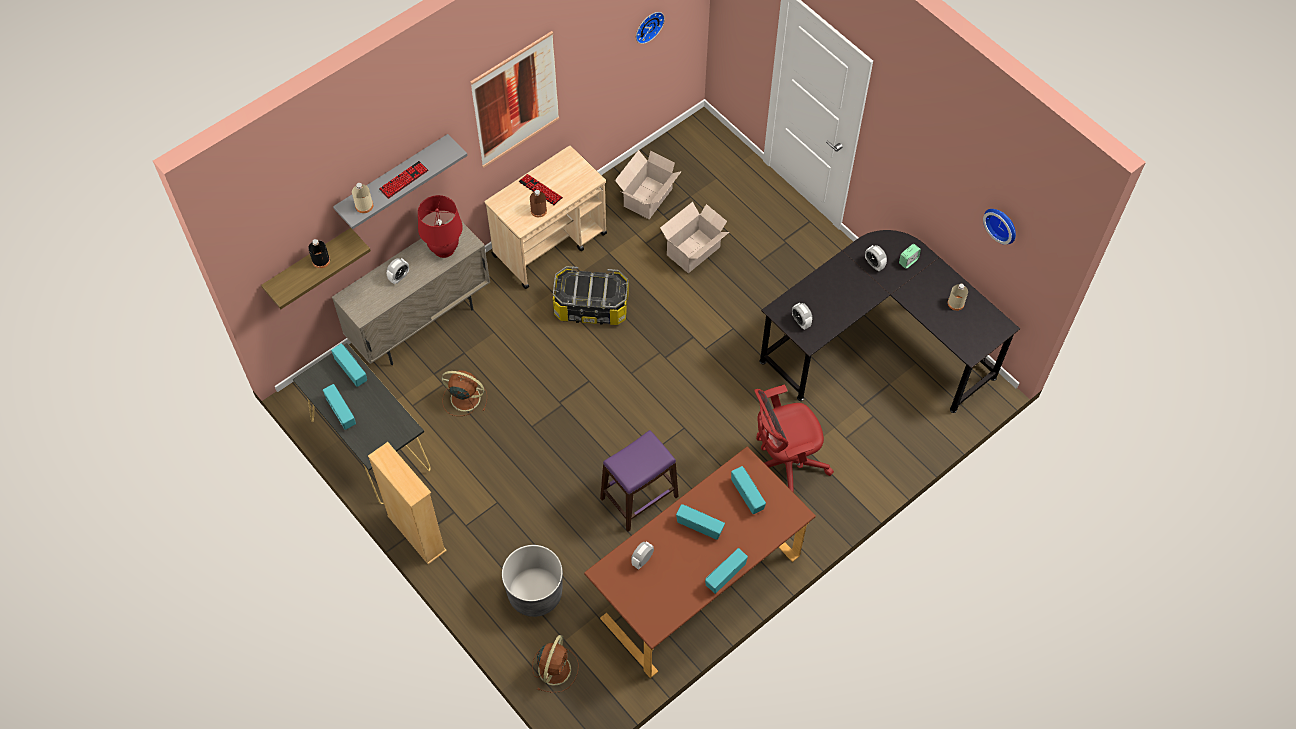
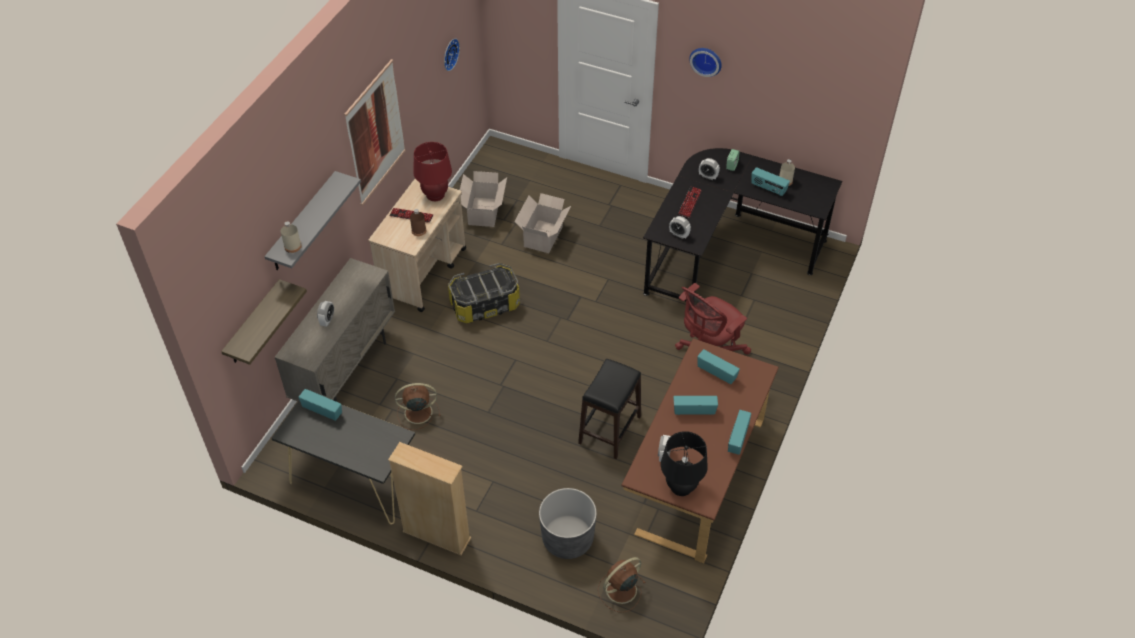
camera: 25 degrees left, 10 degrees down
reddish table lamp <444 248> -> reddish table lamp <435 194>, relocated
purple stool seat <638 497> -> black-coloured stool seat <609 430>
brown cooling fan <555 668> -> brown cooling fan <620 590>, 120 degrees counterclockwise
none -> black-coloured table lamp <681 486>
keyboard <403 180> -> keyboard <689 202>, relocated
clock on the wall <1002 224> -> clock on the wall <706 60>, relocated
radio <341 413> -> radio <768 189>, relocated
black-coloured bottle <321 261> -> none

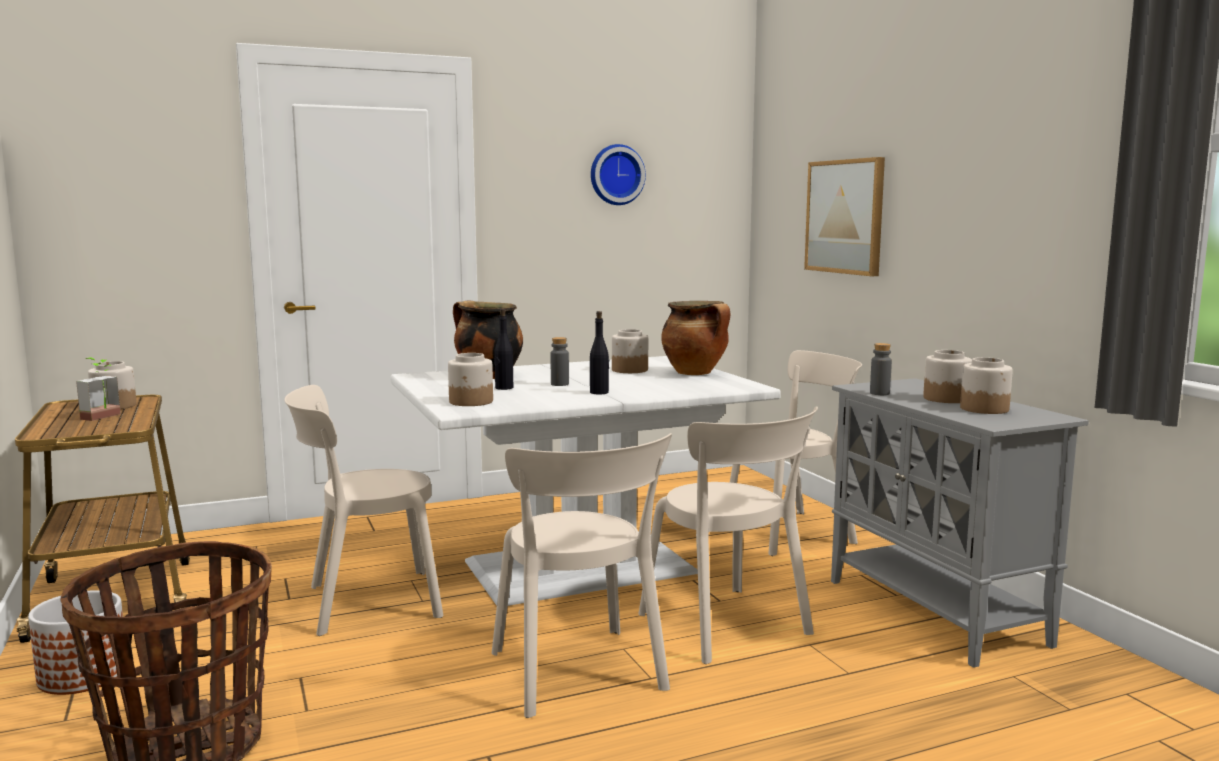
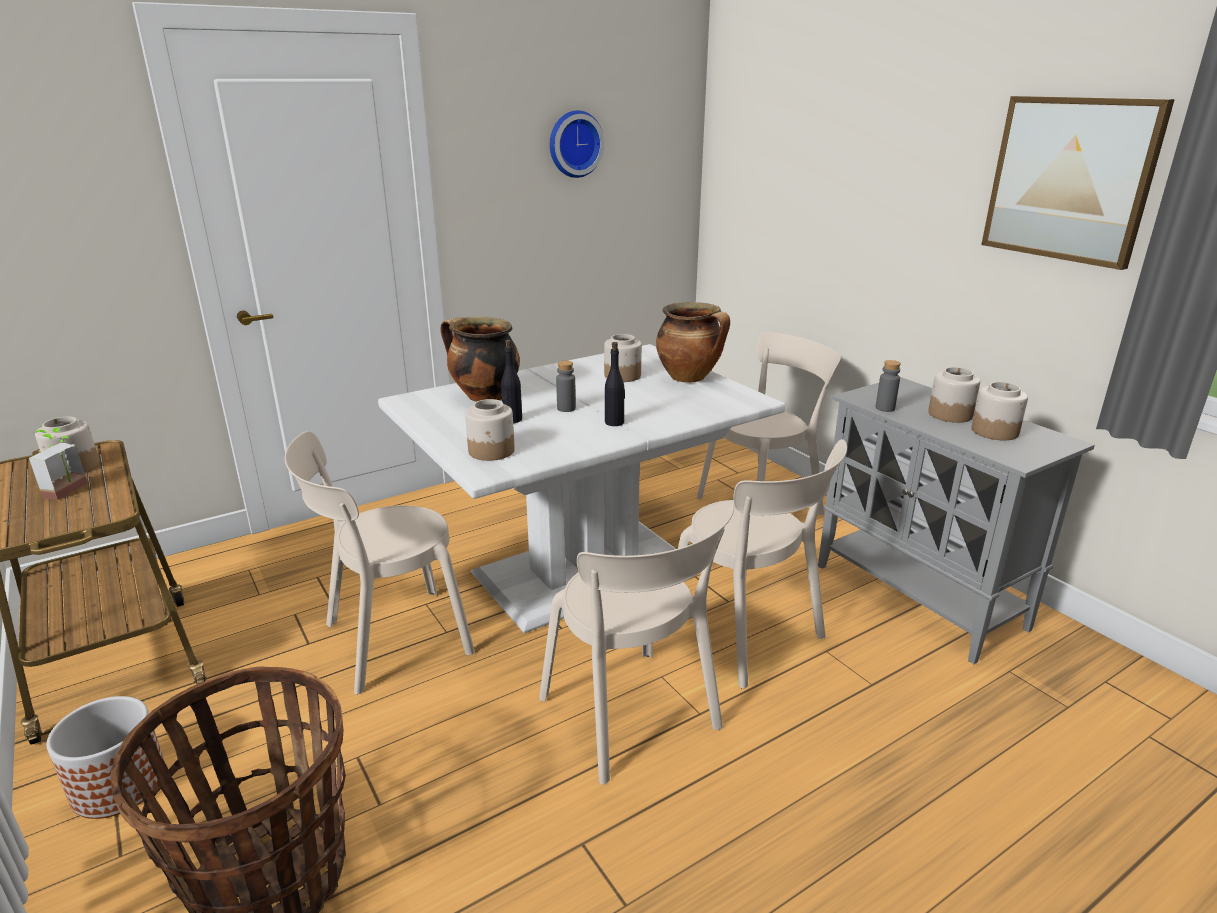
camera: 10 degrees left, 15 degrees up
picture <845 216> -> picture <1070 179>, relocated

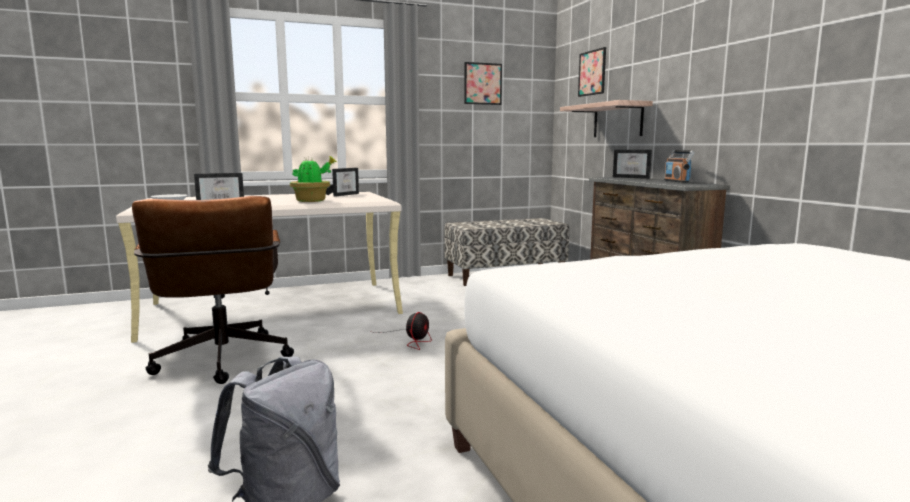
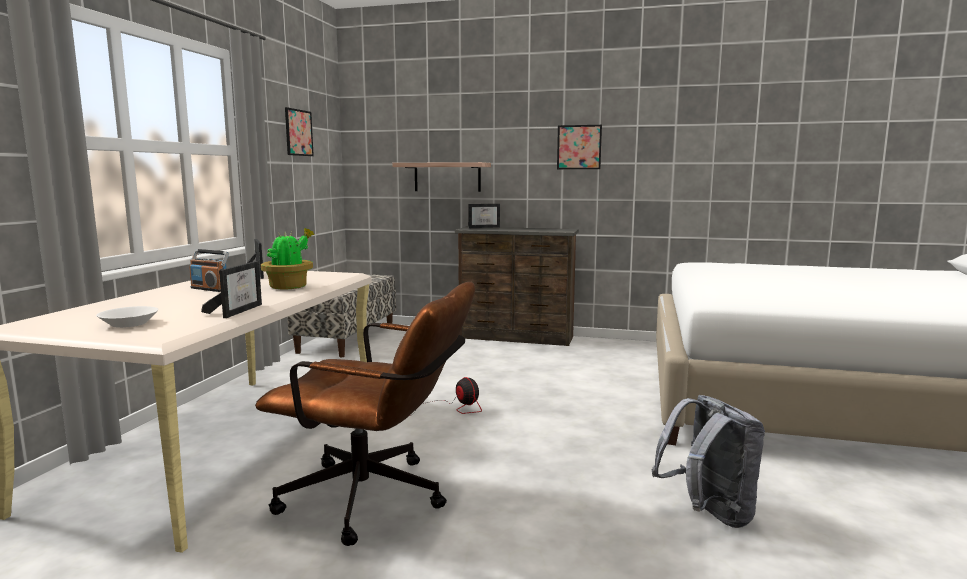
camera: 55 degrees left, 0 degrees up
radio <676 181> -> radio <210 289>, relocated
picture <592 73> -> picture <579 147>, relocated

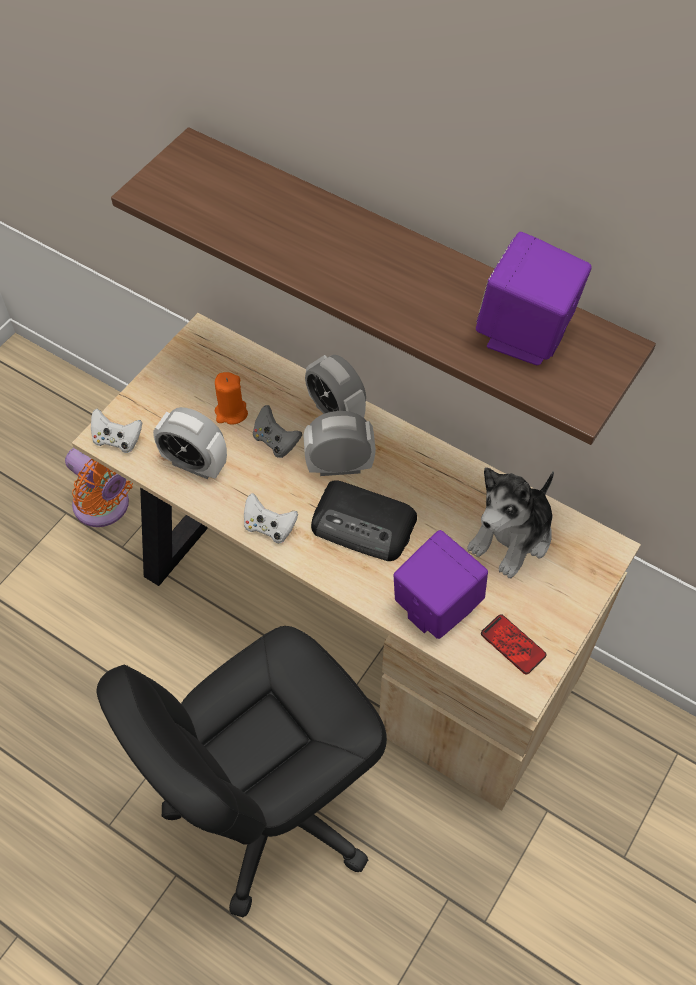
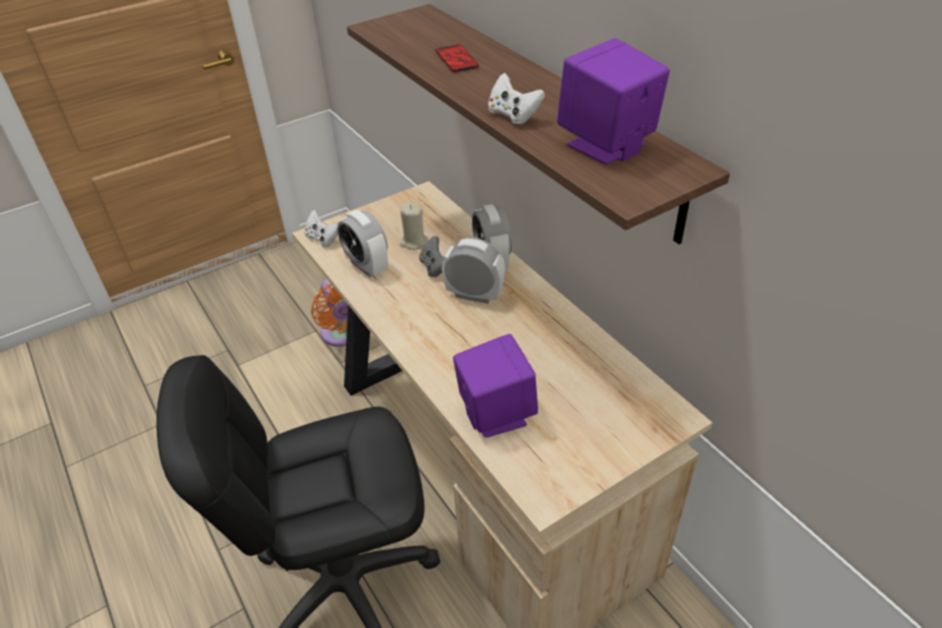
camera: 25 degrees right, 15 degrees down
orangey wax light <231 412> -> beige-coloured wax light <413 242>
phone <513 644> -> phone <456 59>, relocated
whitish joypad <269 527> -> whitish joypad <513 115>, relocated
radio <364 525> -> none
plush toy <512 537> -> none

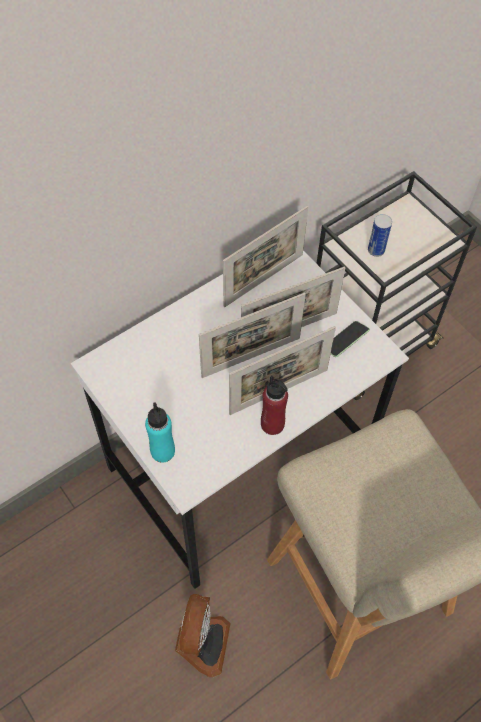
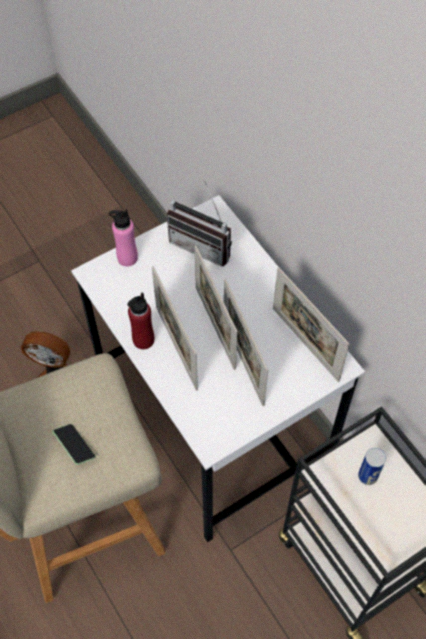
camera: 95 degrees right, 0 degrees up
phone <345 342> -> phone <75 446>, relocated
turquoise bottle <162 451> -> pinkish bottle <127 258>
none -> radio <204 245>

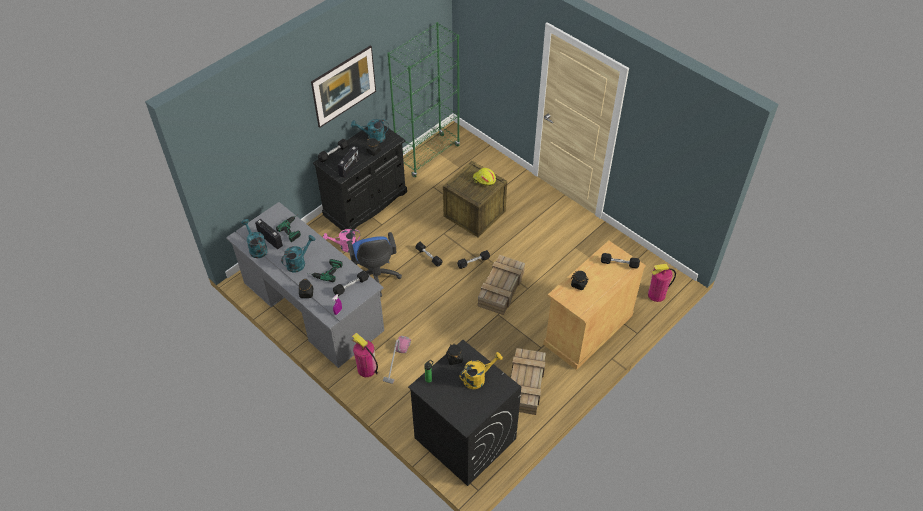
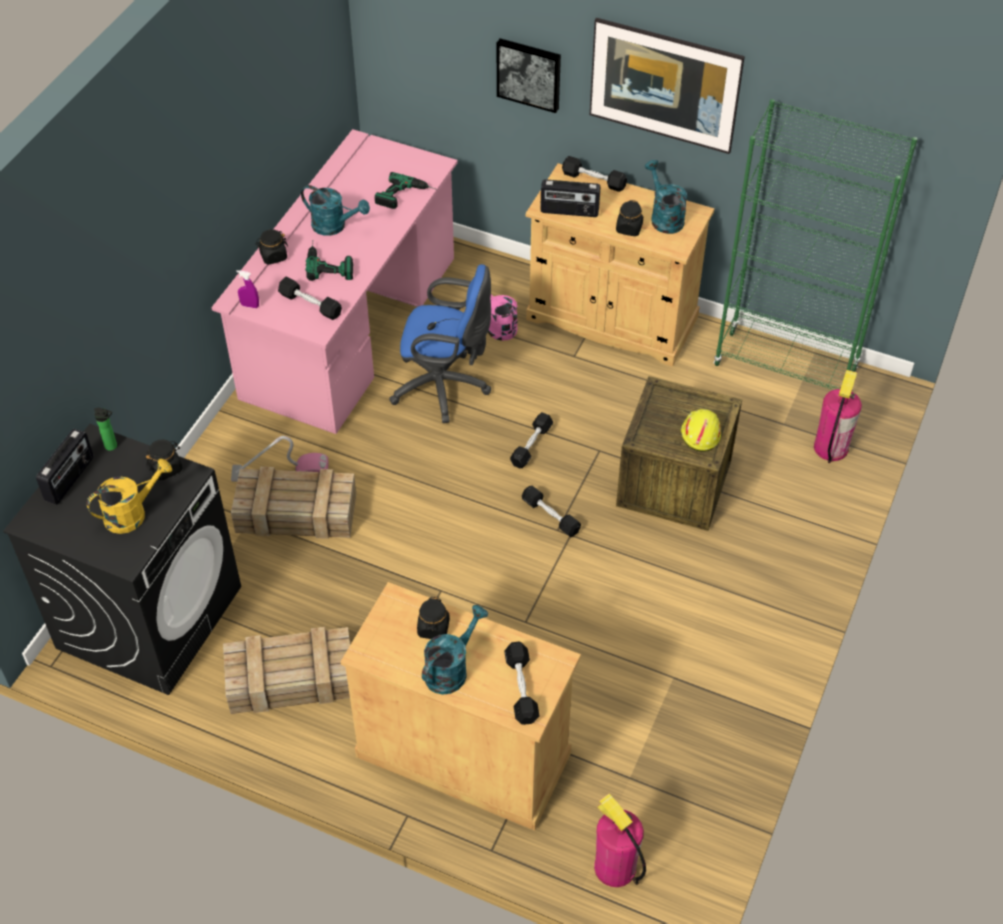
camera: 70 degrees right, 0 degrees up
radio <270 239> -> radio <70 479>, relocated
yellow watering pot <478 378> -> yellow watering pot <132 513>, 75 degrees counterclockwise
grey desk unit <312 307> -> pinkish desk unit <349 327>
packing crate <501 290> -> packing crate <294 513>, relocated
blue-coloured desk chair <375 279> -> blue-coloured desk chair <445 387>, 135 degrees counterclockwise
turquoise watering pot <256 248> -> turquoise watering pot <451 669>, relocated
none -> picture <529 73>
black-coloured cupboard <365 203> -> beige-coloured cupboard <611 319>
fire extinguisher <366 369> -> fire extinguisher <830 447>, relocated

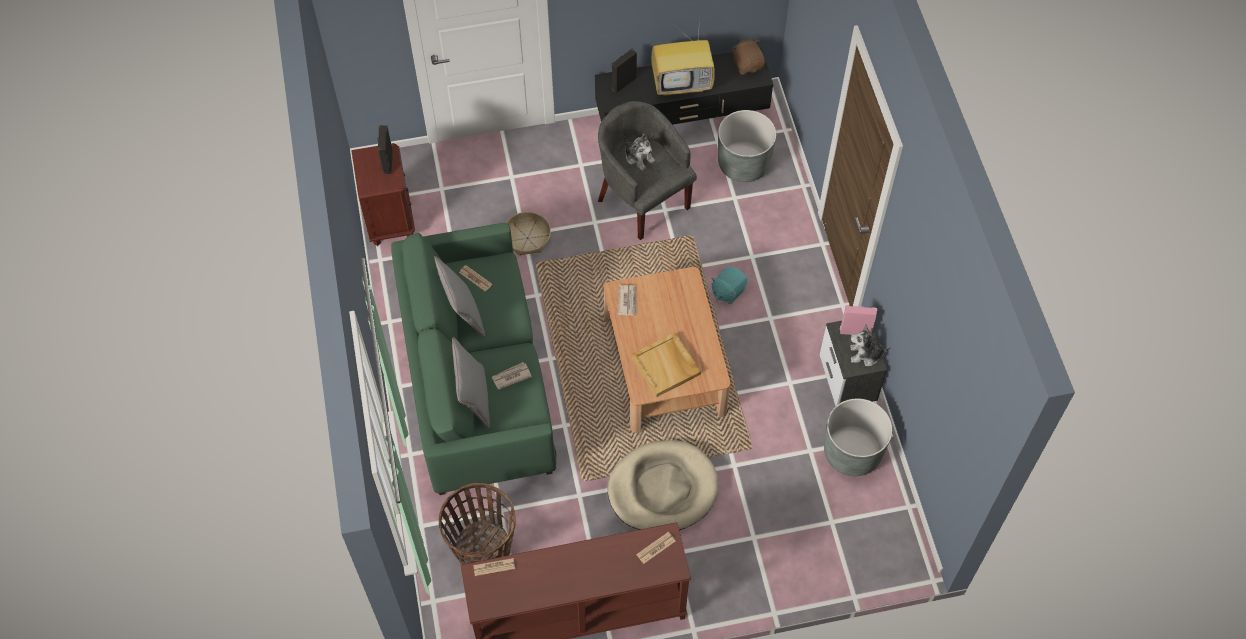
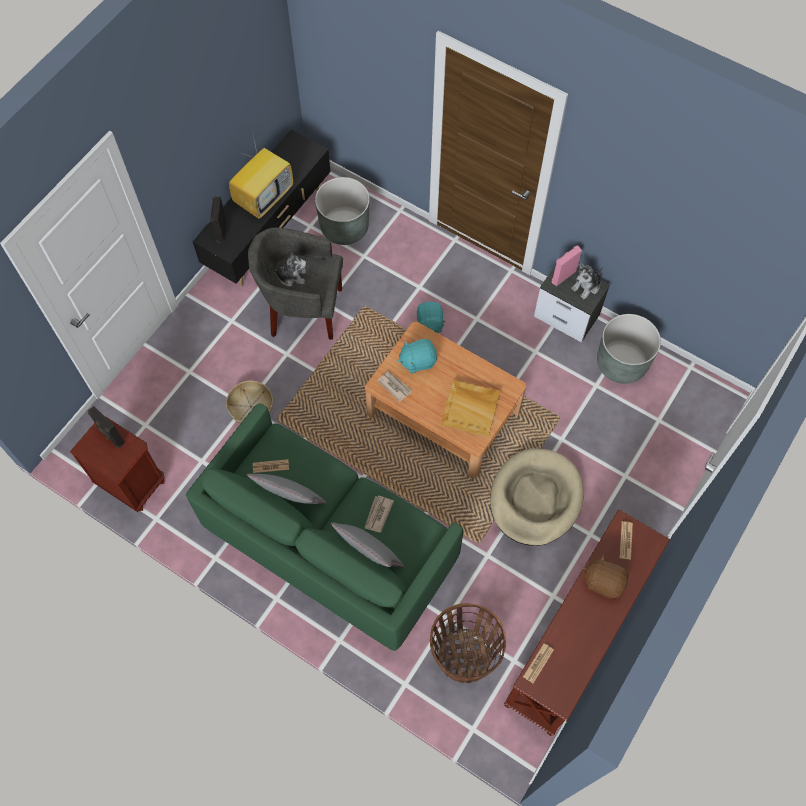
camera: 45 degrees left, 5 degrees up
none -> turquoise plush toy <417 361>
brown plush toy <748 65> -> brown plush toy <603 581>, relocated

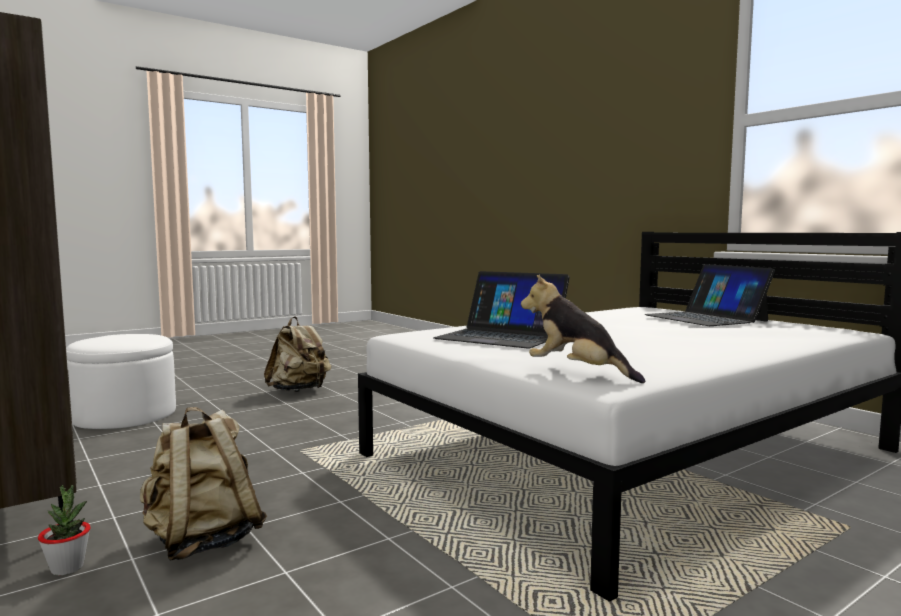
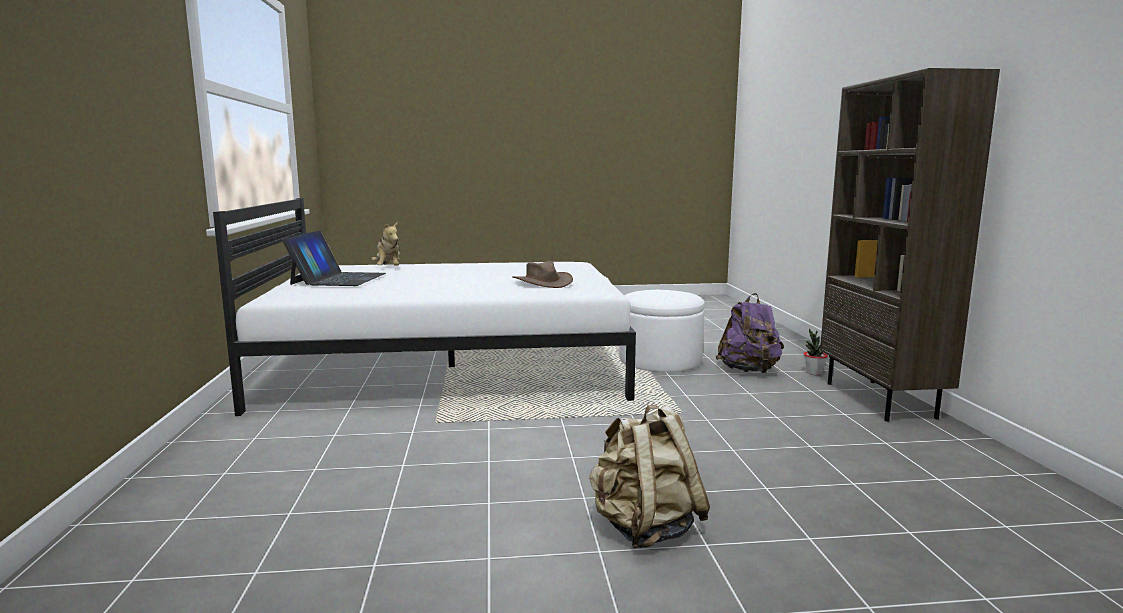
camera: 150 degrees left, 5 degrees up
plush toy <577 373> -> plush toy <388 269>, relocated
notebook computer <502 336> -> brown wearable hat <542 282>
whitish footrest <124 415> -> whitish footrest <660 360>, relocated
beige-coloured knapsack <202 542> -> purple knapsack <749 371>

